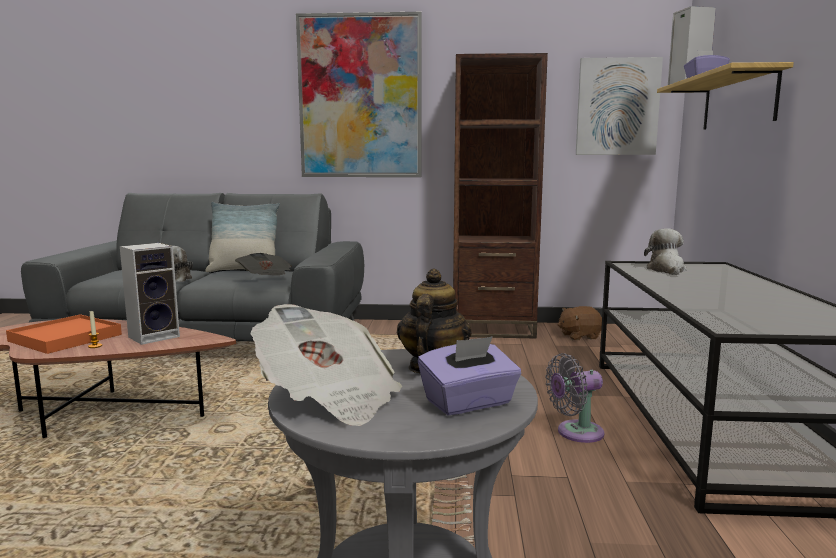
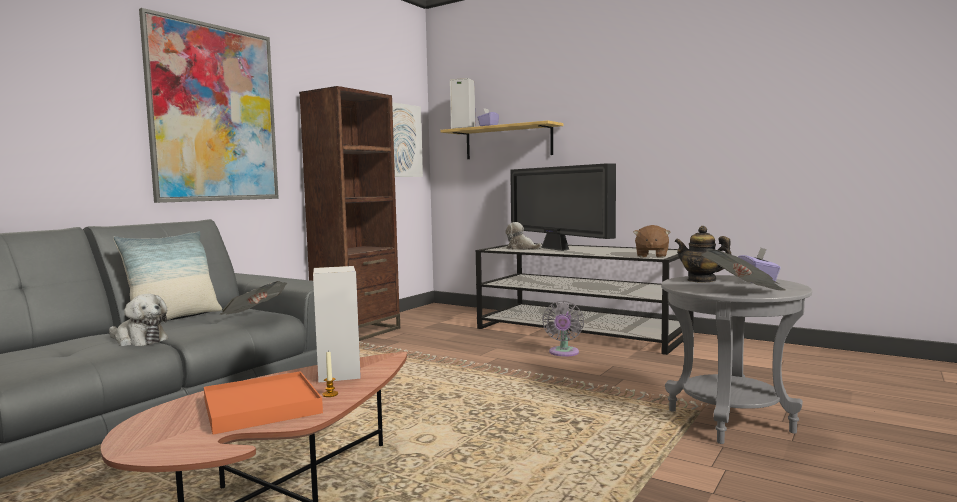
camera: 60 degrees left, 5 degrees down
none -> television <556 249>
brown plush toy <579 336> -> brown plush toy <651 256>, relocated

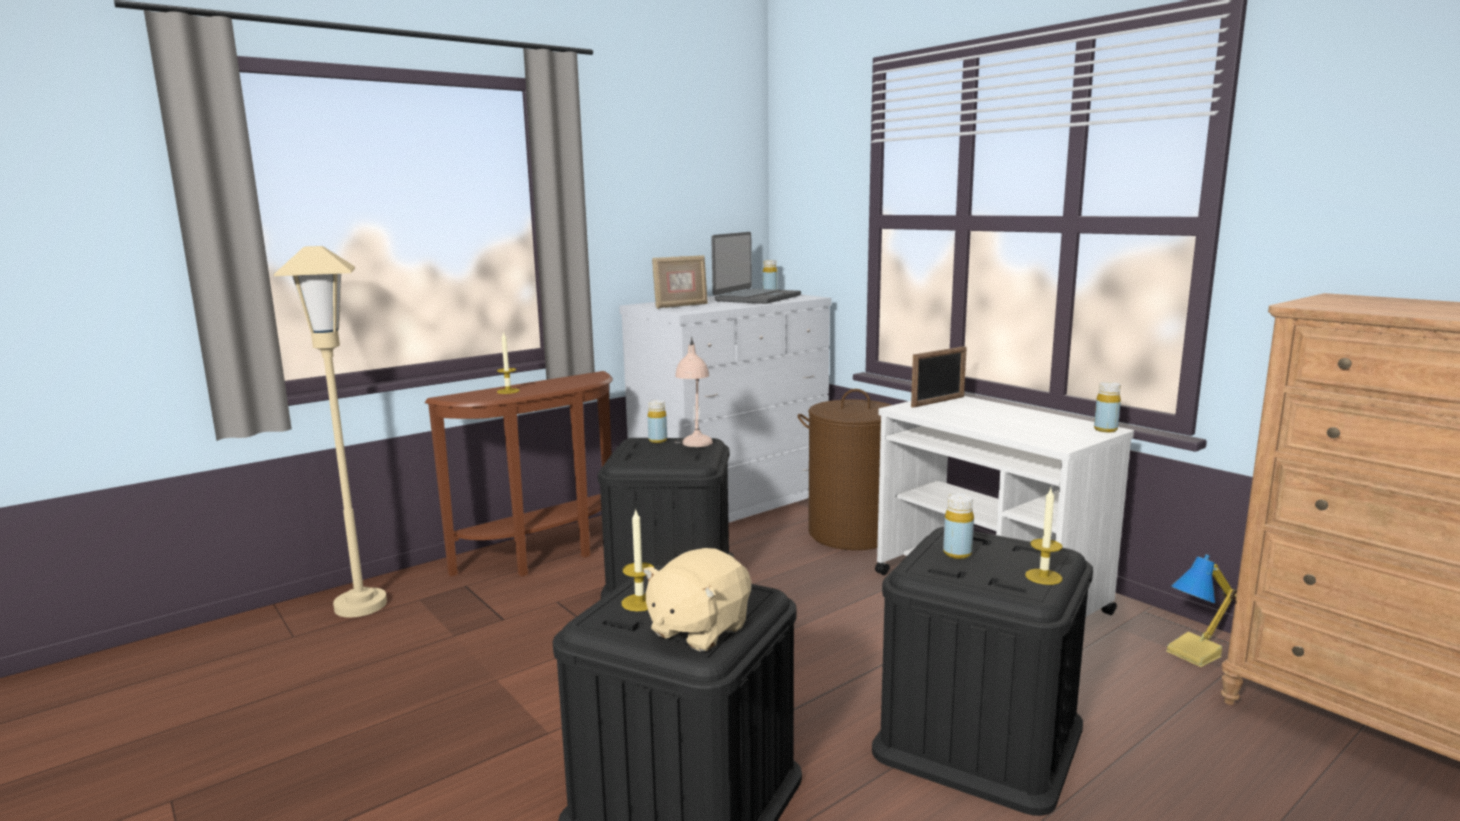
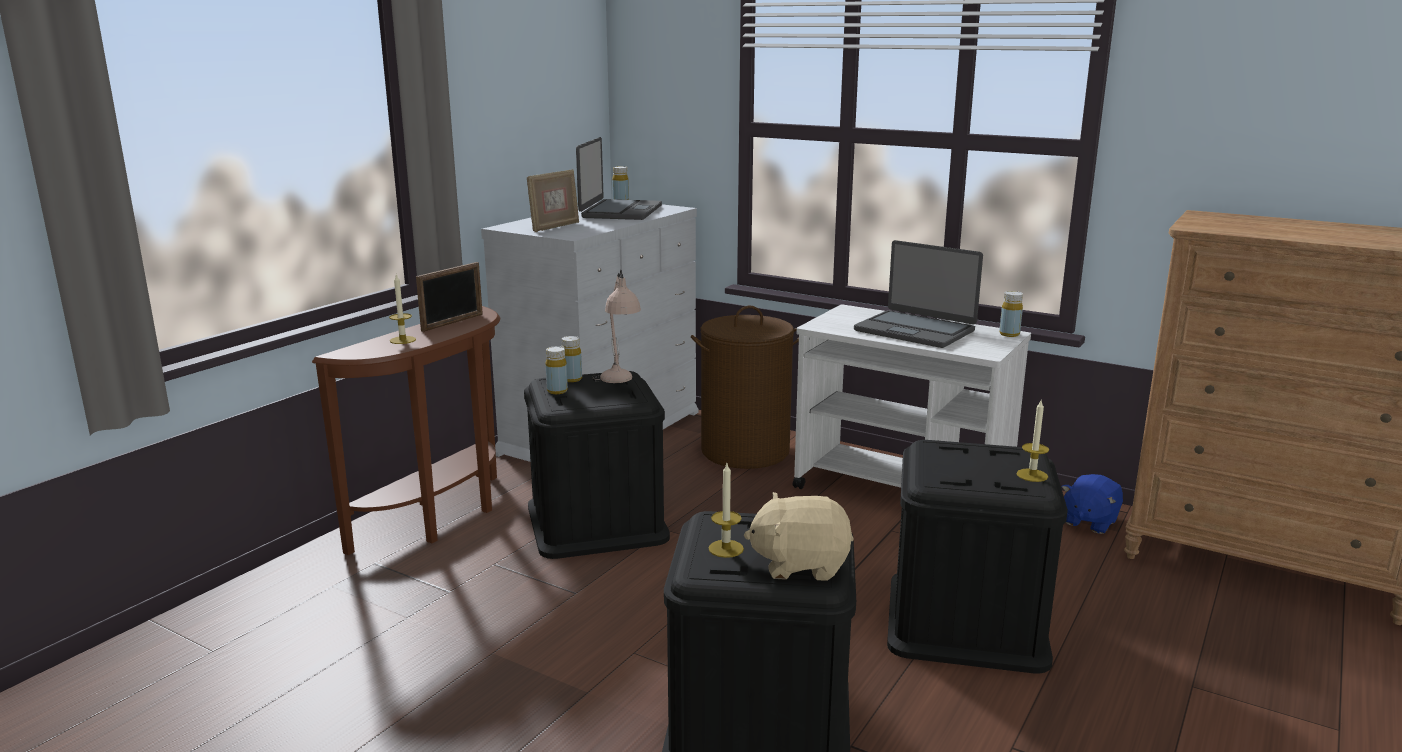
camera: 20 degrees left, 5 degrees up
photo frame <938 402> -> photo frame <453 322>, relocated
yellow bottle <957 554> -> yellow bottle <557 391>, relocated
beige-coloured plush toy <698 629> -> beige-coloured plush toy <800 564>, 75 degrees clockwise
none -> notebook computer <915 330>
table lamp <1196 654> -> blue-coloured plush toy <1089 522>
beige-coloured standard lamp <360 605> -> none

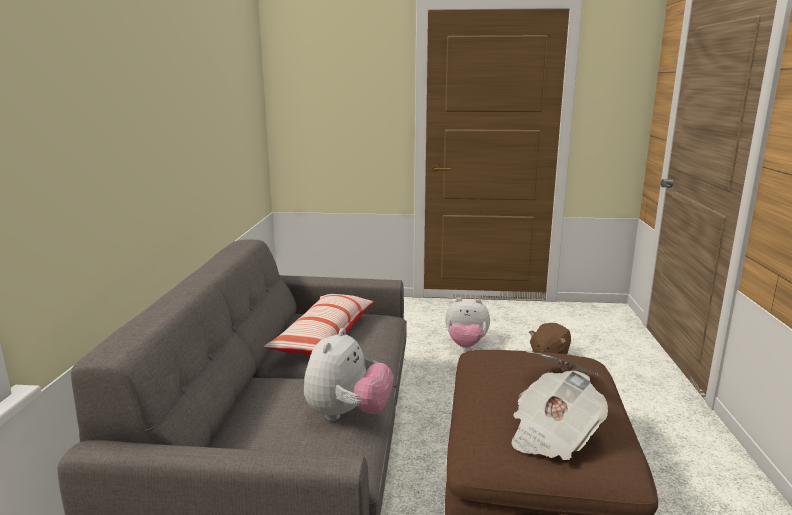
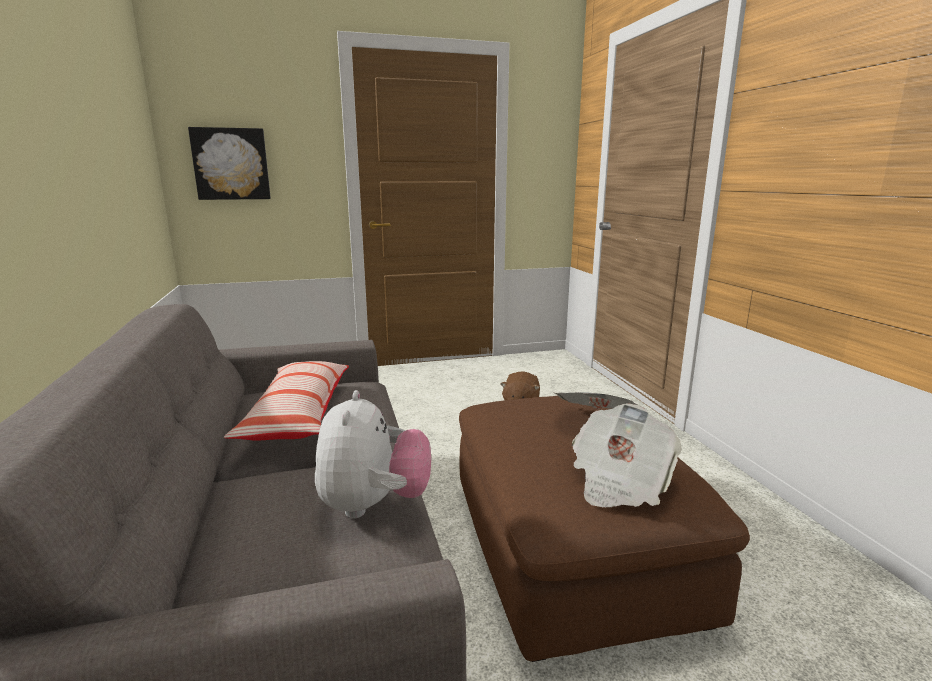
camera: 20 degrees left, 0 degrees up
none -> picture <231 164>
plush toy <466 345> -> none

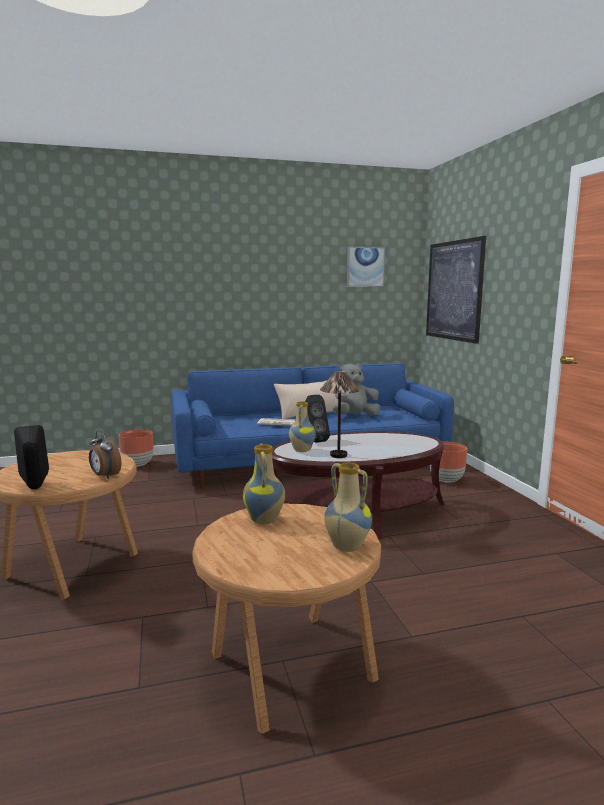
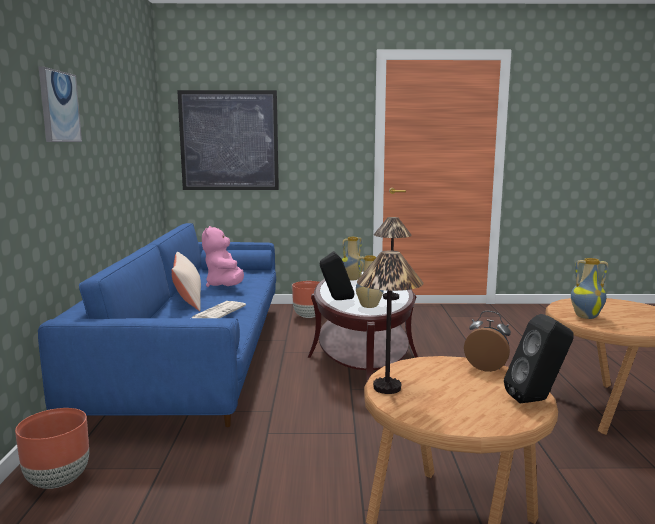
camera: 75 degrees left, 0 degrees up
picture <365 267> -> picture <59 107>, relocated
grey plush toy <355 416> -> pinkish plush toy <225 286>
flower vase <346 547> -> flower vase <352 279>, relocated
none -> table lamp <387 388>
bedside clock <105 476> -> bedside clock <487 367>, 120 degrees counterclockwise

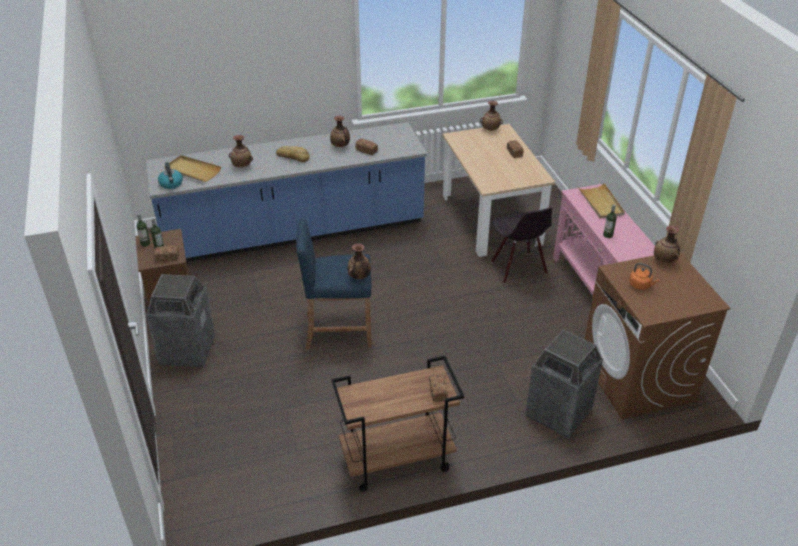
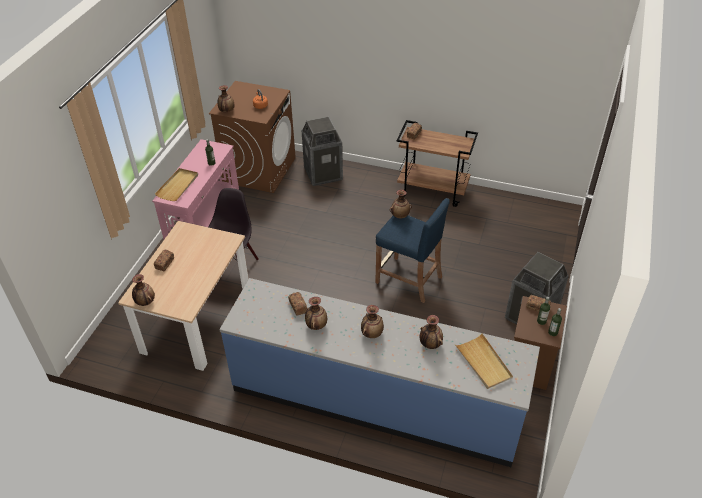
camera: 145 degrees left, 5 degrees up
bakery bread <293 156> -> flower vase <372 333>
kettle <171 184> -> none

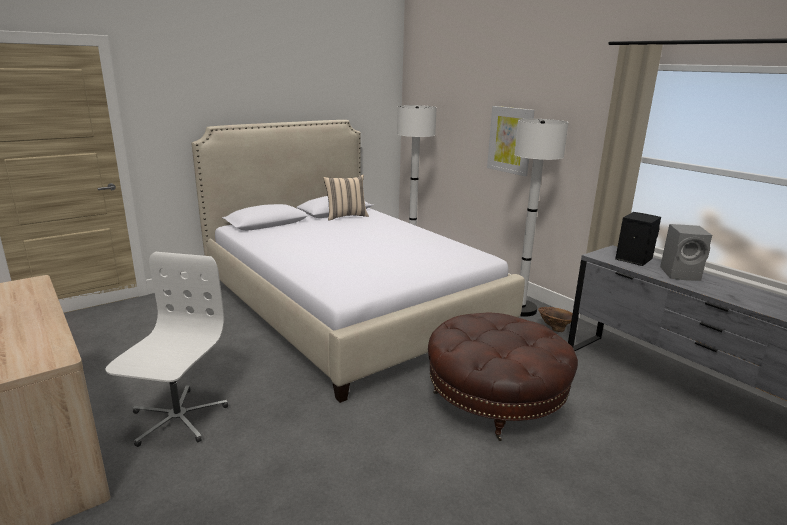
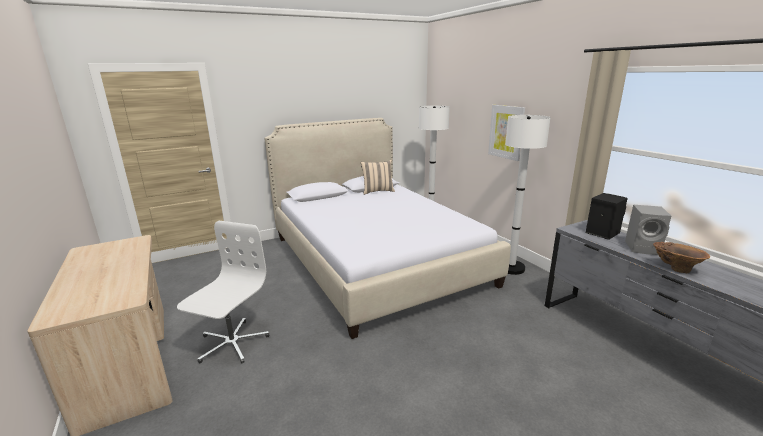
camera: 10 degrees right, 0 degrees up
brown flower vase <554 328> -> brown flower vase <675 268>, relocated
brown footrest <495 400> -> none

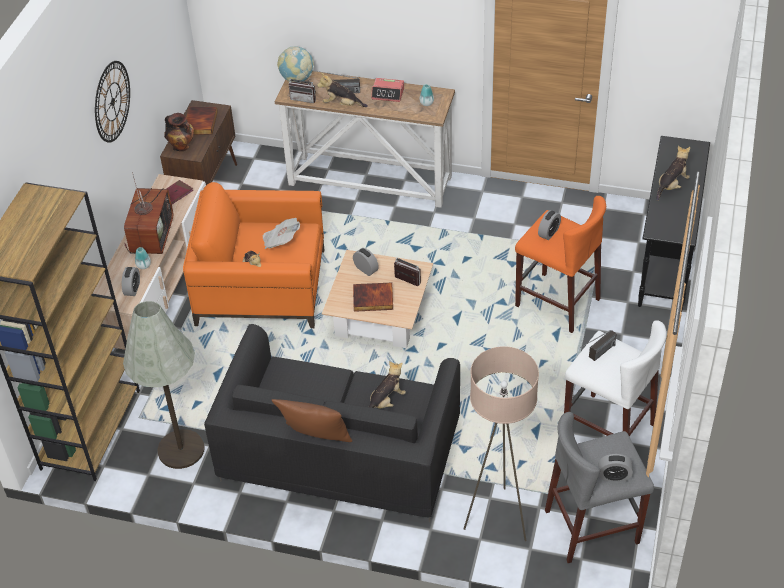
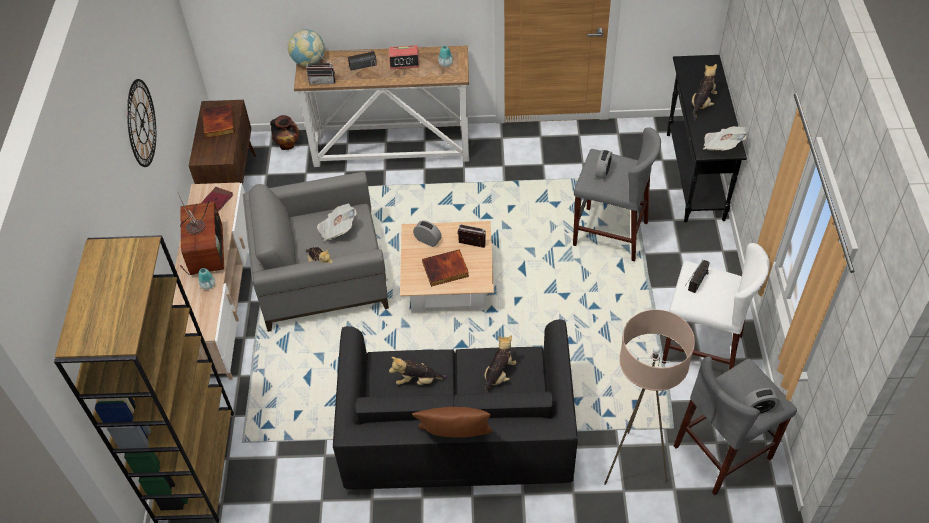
camera: 15 degrees left, 5 degrees up
orangey lounge chair <262 287> -> grey lounge chair <322 277>
flower vase <182 147> -> flower vase <288 145>, relocated
plush toy <342 104> -> plush toy <418 380>, relocated
orangey stool seat <557 302> -> grey stool seat <610 233>
none -> printed paper <721 146>
bedside clock <132 289> -> none
grey standard lamp <181 449> -> none

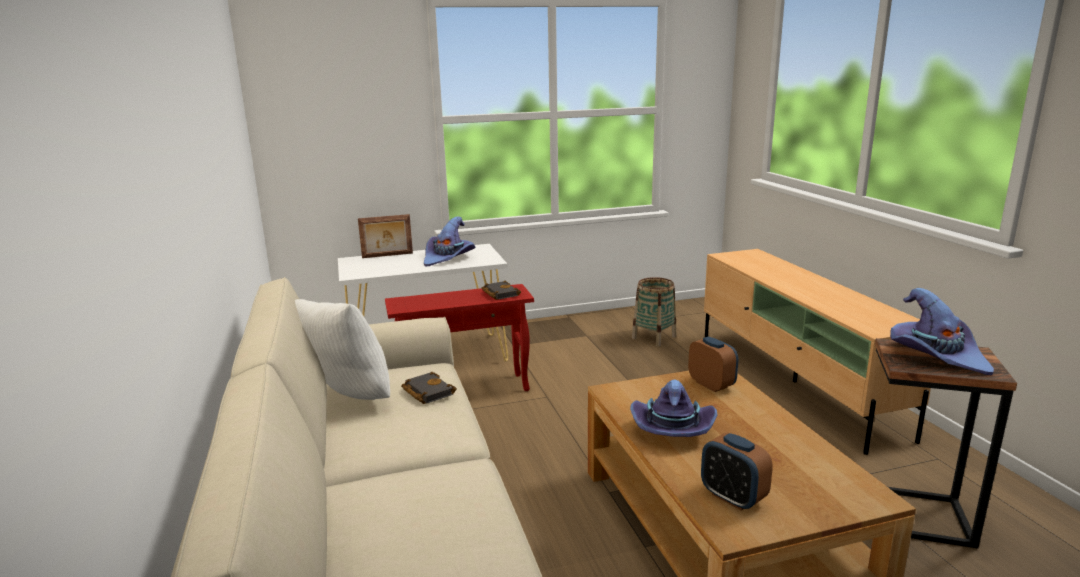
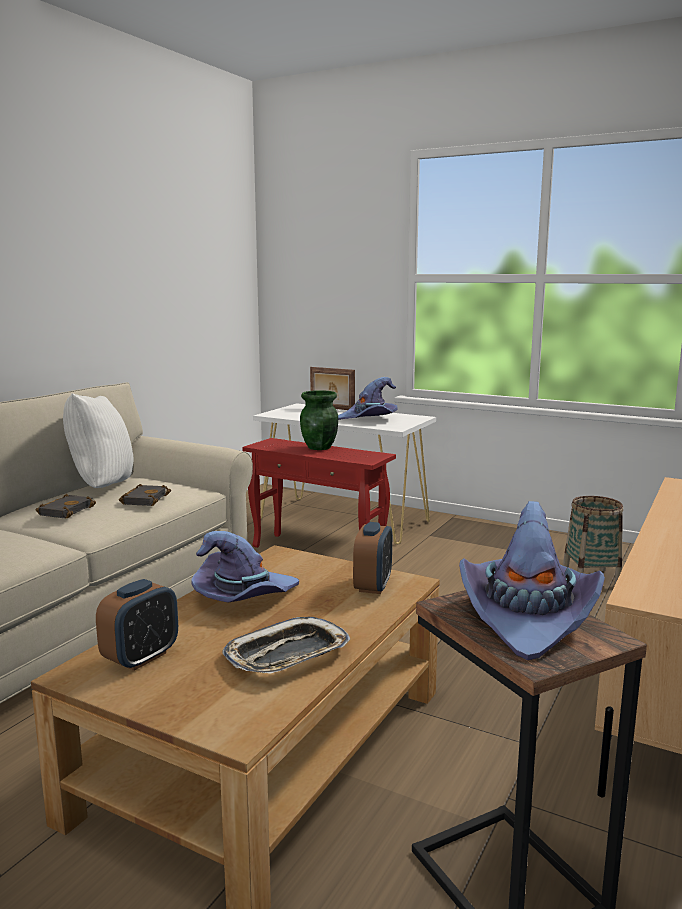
camera: 45 degrees right, 5 degrees down
black-coloured volume <499 293> -> black-coloured volume <66 510>, relocated
bedside clock <733 497> -> bedside clock <141 658>, 150 degrees counterclockwise
none -> tray <287 655>
none -> green flower vase <320 447>

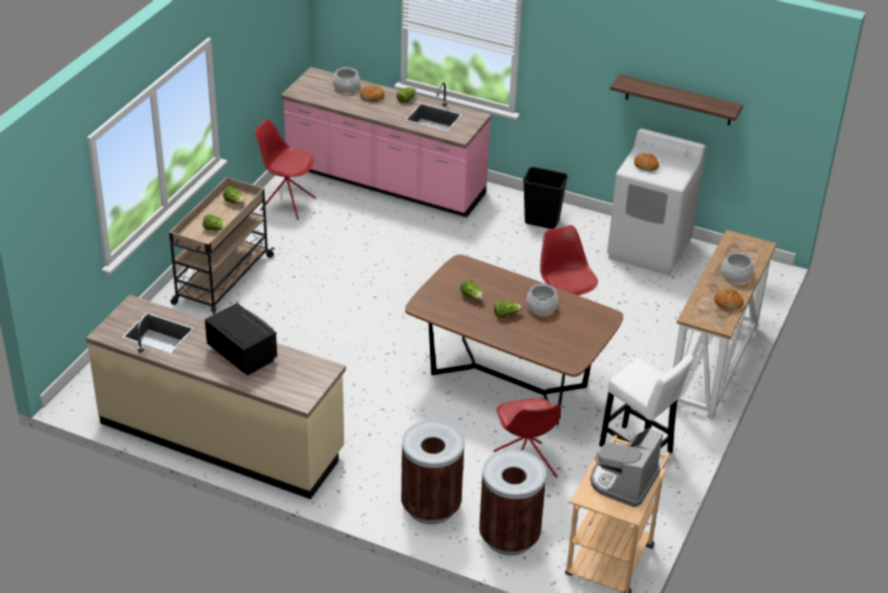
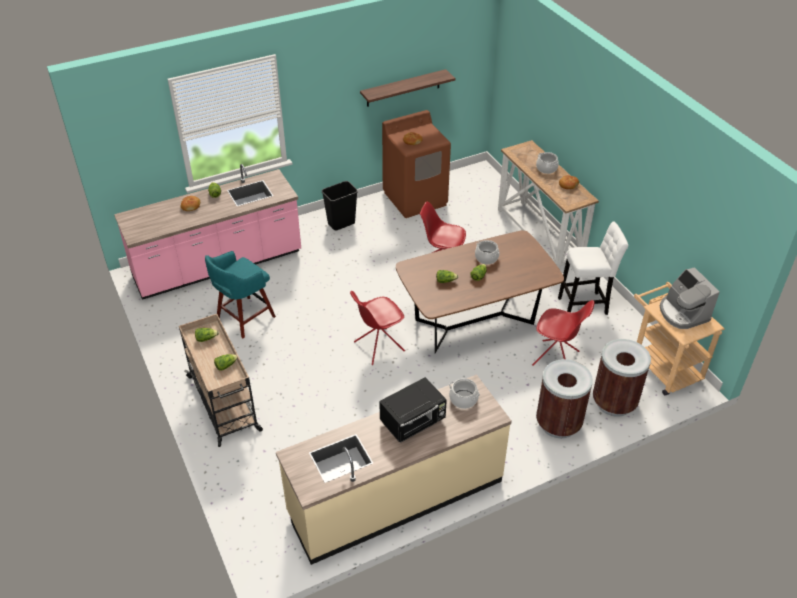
camera: 50 degrees left, 5 degrees up
none -> turquoise stool seat <244 318>
reddish plain chair <287 204> -> reddish plain chair <378 347>, relocated
black-coloured microwave <242 354> -> black-coloured microwave <413 422>, 150 degrees clockwise
whitish laundry machine <649 249> -> brown laundry machine <415 198>
stockpot <346 87> -> stockpot <463 399>, relocated

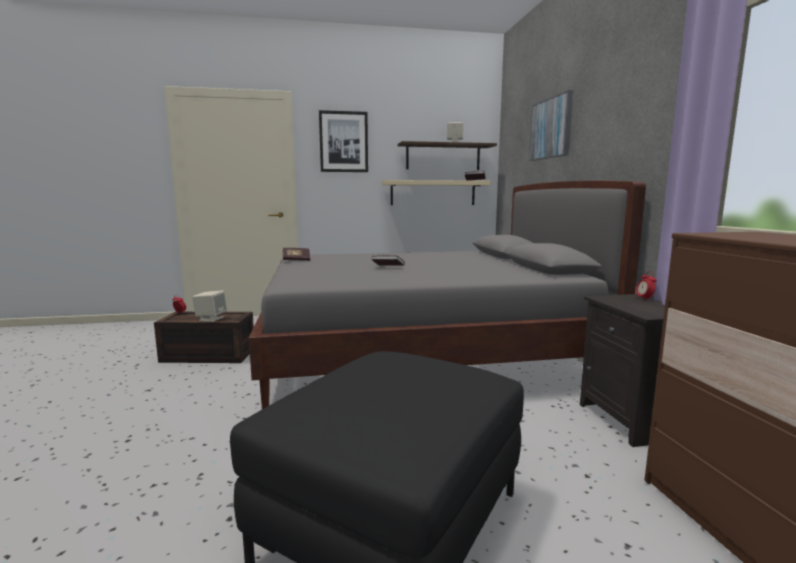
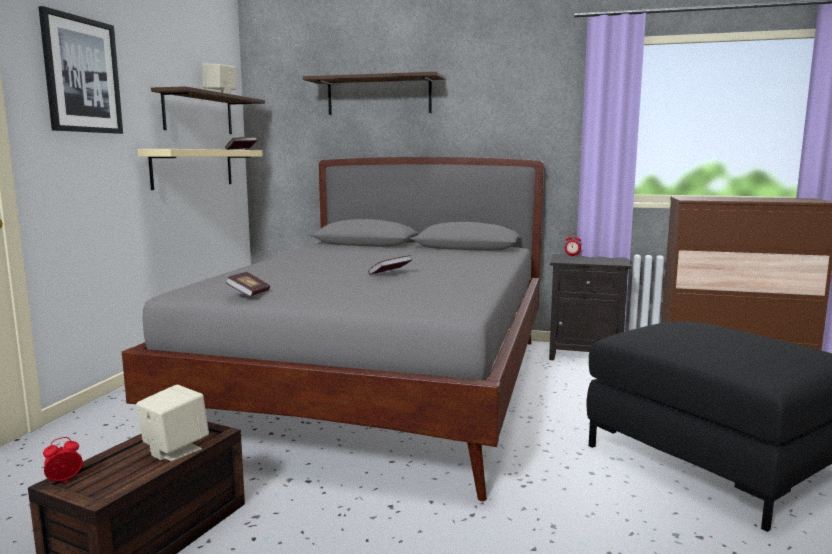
camera: 65 degrees left, 0 degrees up
picture <551 128> -> shelf <379 95>

